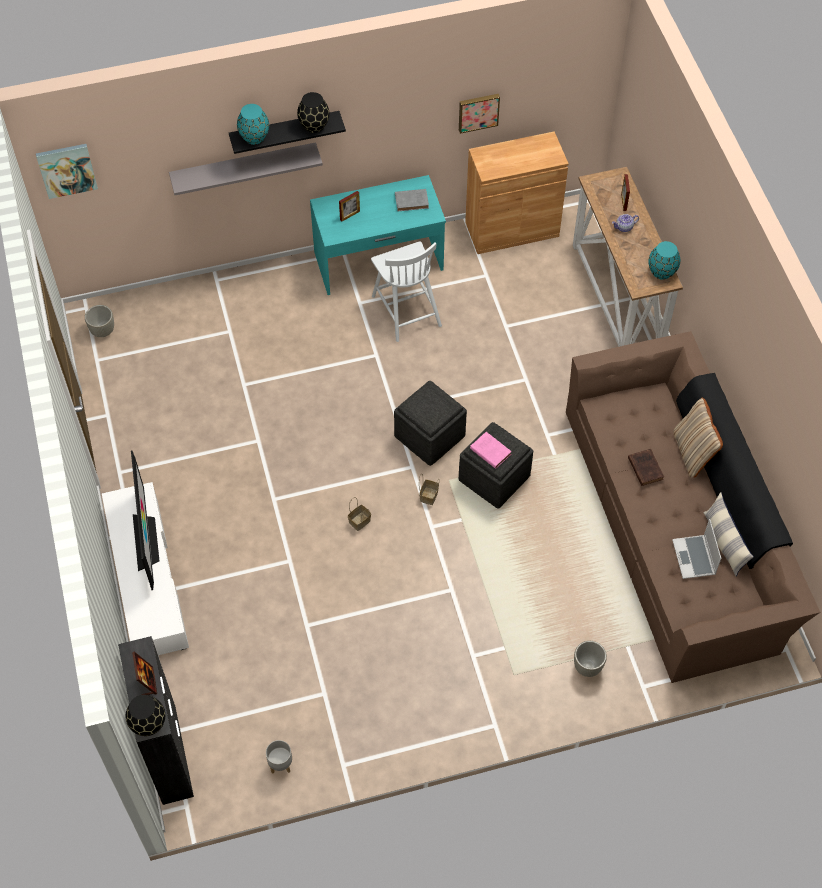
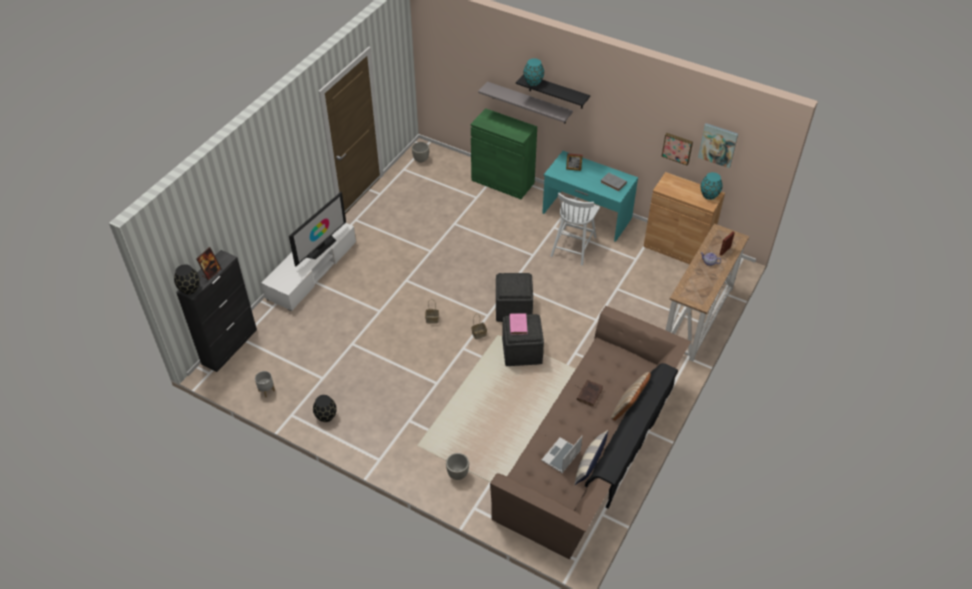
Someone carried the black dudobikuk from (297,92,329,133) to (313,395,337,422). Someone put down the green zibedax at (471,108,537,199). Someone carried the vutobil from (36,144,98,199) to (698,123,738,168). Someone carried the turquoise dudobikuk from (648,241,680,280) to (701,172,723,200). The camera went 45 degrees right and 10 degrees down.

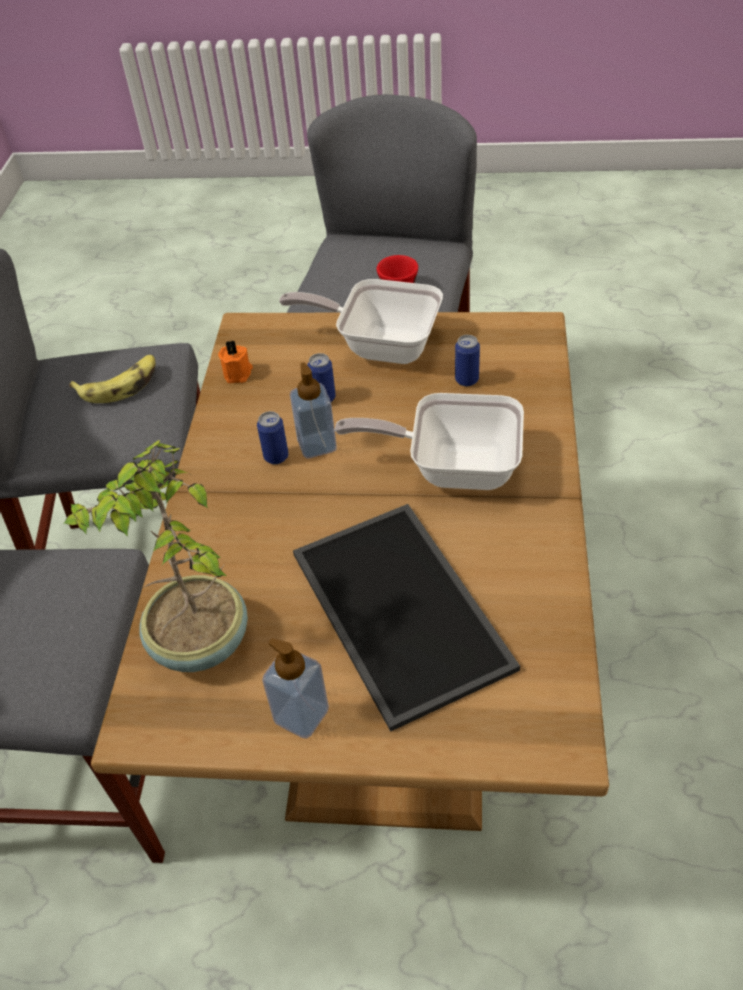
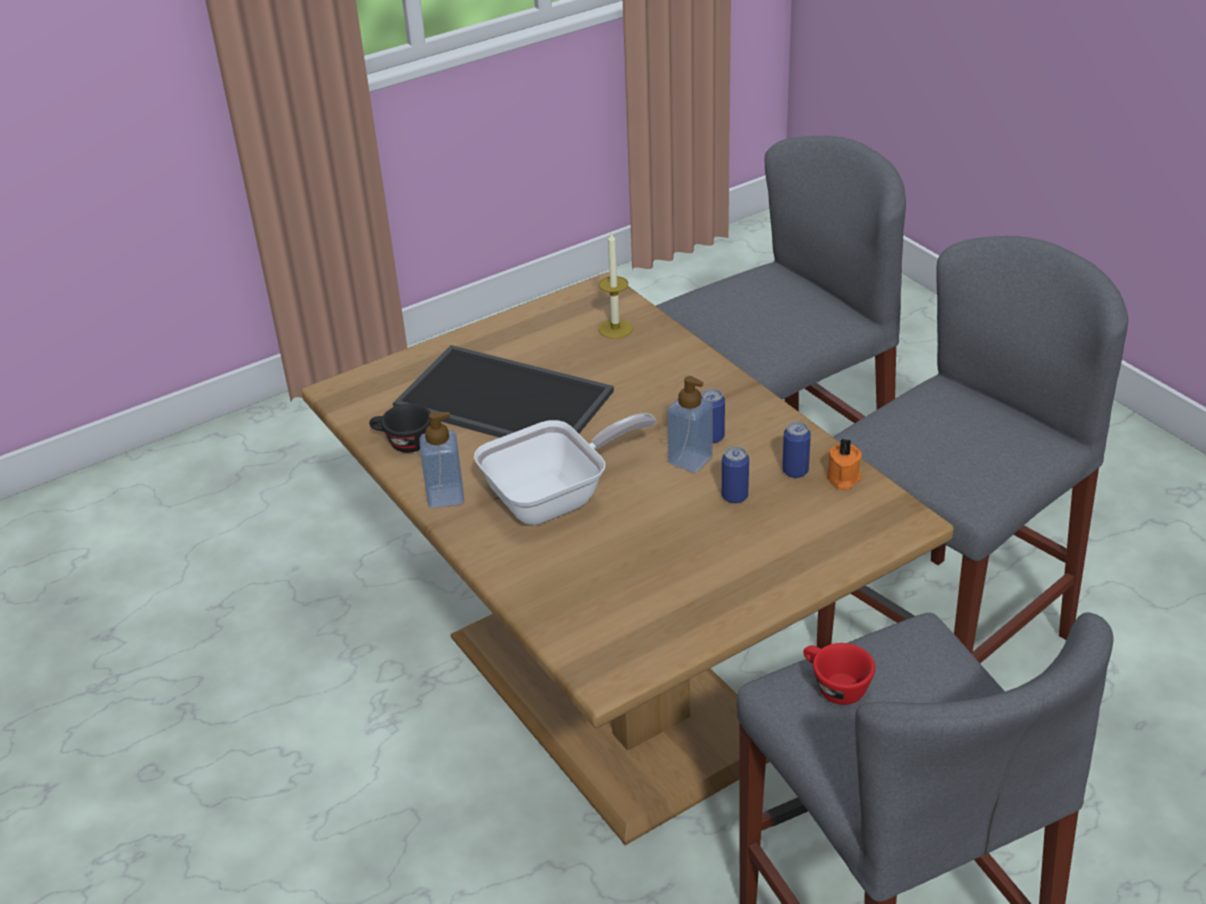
Someone put down the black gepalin at (369,404,431,453). Someone carried the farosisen from (262,638,329,738) to (419,412,464,508). Someone swapped the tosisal at (63,440,248,672) for the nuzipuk at (599,231,633,339). Someone carried the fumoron from (455,335,480,386) to (782,421,811,478). Someone took away the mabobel at (70,355,155,403). Someone took away the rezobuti at (279,279,443,364). The camera went 140 degrees right and 10 degrees down.

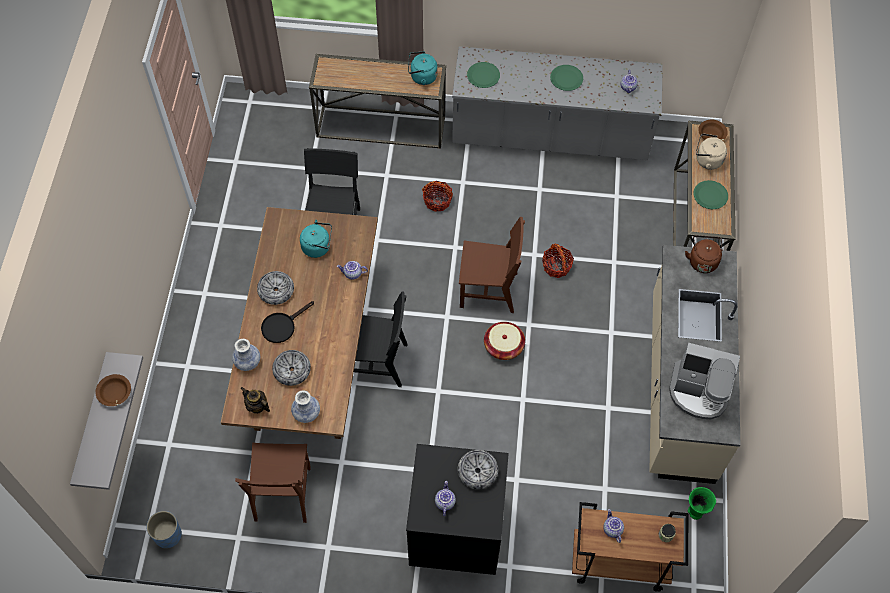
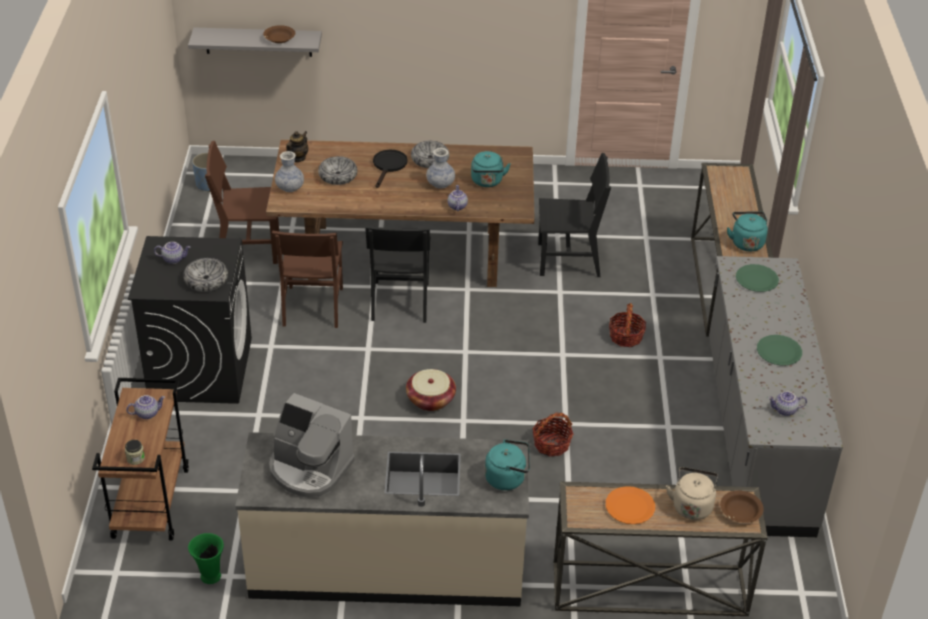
Someone rotated the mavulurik at (669,343,740,419) by 75 degrees counterclockwise. Someone carried the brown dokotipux from (459,217,525,313) to (272,230,343,328). Someone rotated the black rezobuti at (261,301,314,343) by 60 degrees clockwise. Someone carried the dudobikuk from (232,339,260,371) to (426,148,455,189). Someone repainted the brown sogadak at (685,235,722,273), which became the turquoise sogadak at (485,440,530,490). Someone repainted the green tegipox at (693,180,728,209), which became the orange tegipox at (606,486,655,524). The camera went 85 degrees right and 20 degrees down.

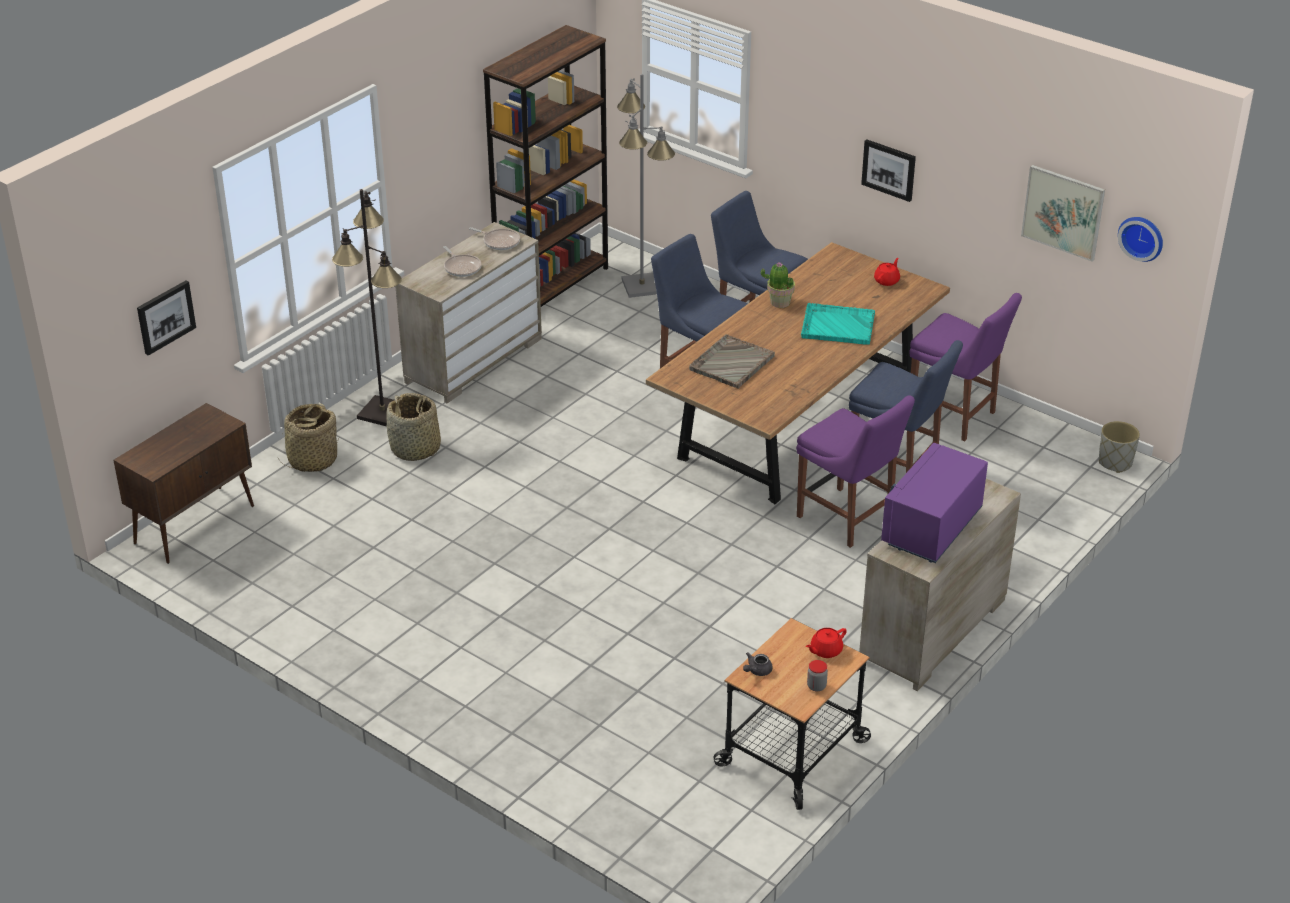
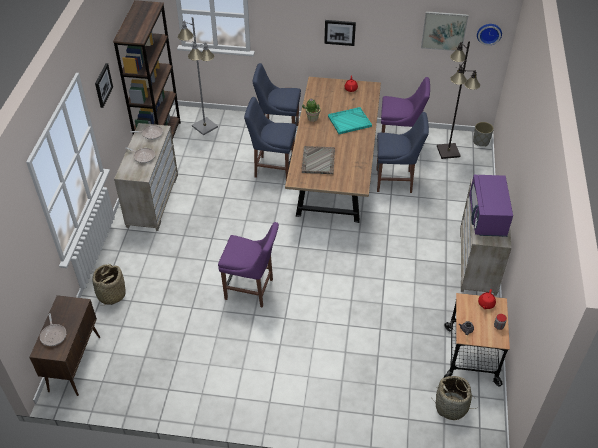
Someone put down the rezobuti at (40,313,66,346). Someone carried the vutobil from (137,281,196,356) to (95,63,113,108). Someone carried the purple dokotipux from (796,395,915,548) to (218,222,279,308). Someone carried the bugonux from (386,393,441,461) to (431,376,477,420). Someone carried the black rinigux from (332,189,402,426) to (437,41,480,159). The camera went 30 degrees left and 10 degrees up.

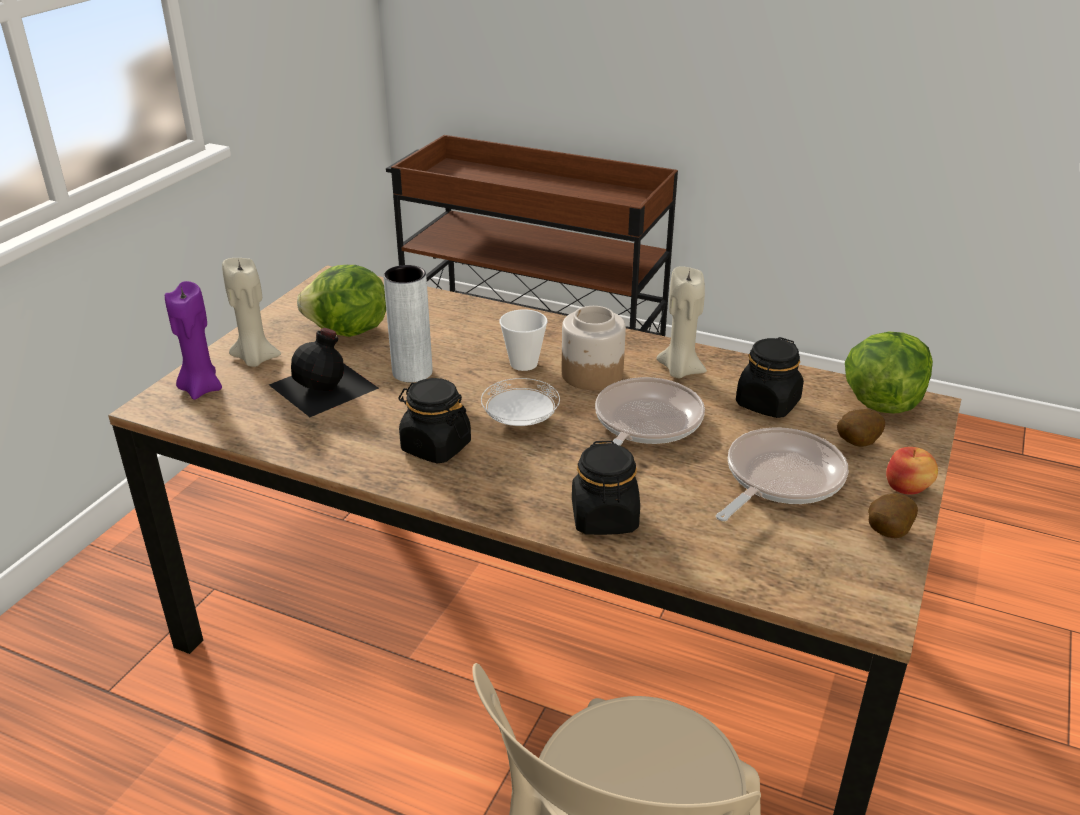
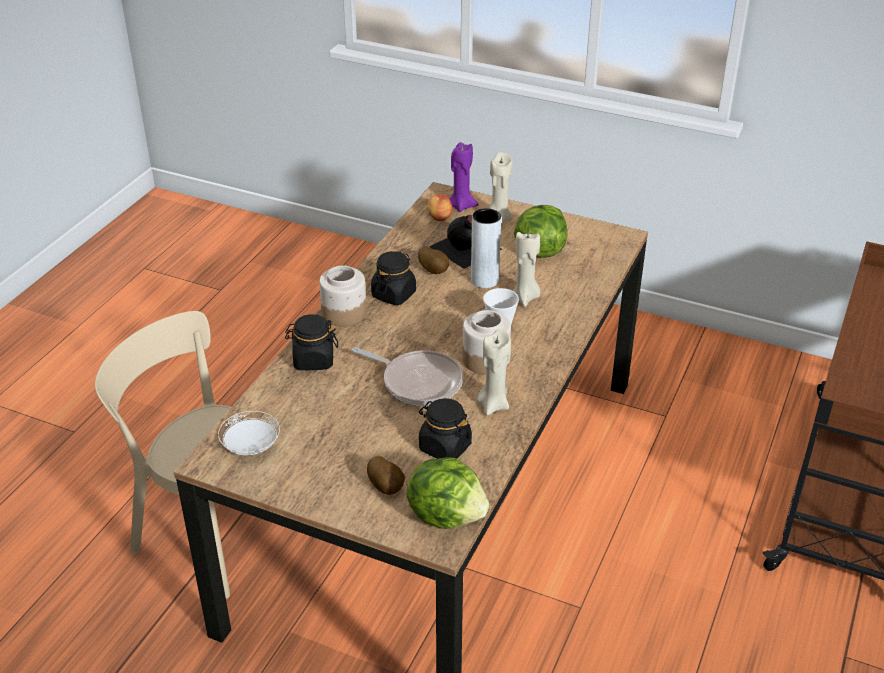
Someone carried the white tegipox from (481,378,560,426) to (218,411,280,455). Someone put down the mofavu at (319,265,367,327). Someone carried the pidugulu from (868,493,918,538) to (418,246,449,274). Someone carried the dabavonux from (886,447,938,495) to (428,194,453,221). Someone put down the beige nuzipuk at (513,232,540,307). Someone took away the rezobuti at (716,427,848,521). The camera went 90 degrees right and 5 degrees up.

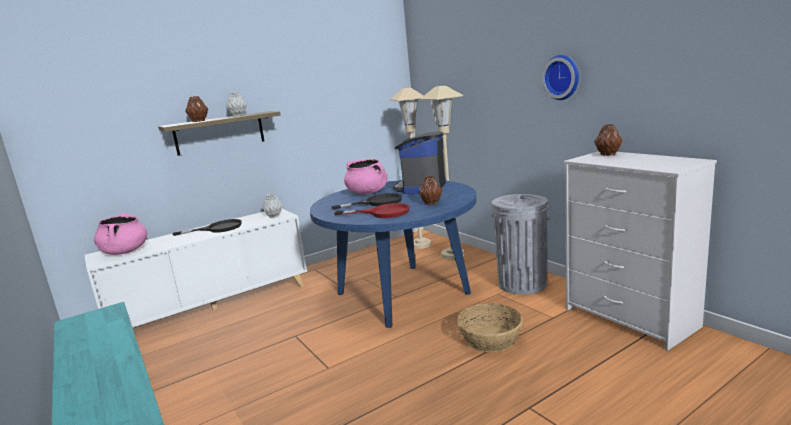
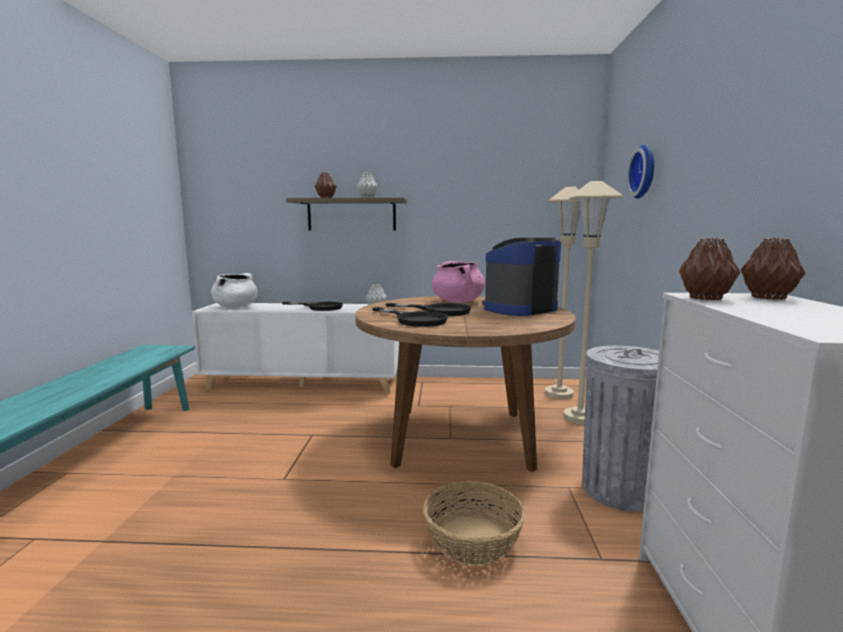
Someone repainted the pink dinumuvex at (94,213,147,255), which became the white dinumuvex at (211,273,258,308). Someone repainted the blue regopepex at (310,180,477,328), which became the brown regopepex at (355,296,576,472). Someone repainted the red rezobuti at (334,203,410,218), which became the black rezobuti at (372,307,448,327). Someone carried the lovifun from (542,55,579,100) to (627,145,654,199). Someone carried the brown dudobikuk from (419,176,442,205) to (679,238,740,300). The camera went 35 degrees right and 5 degrees down.

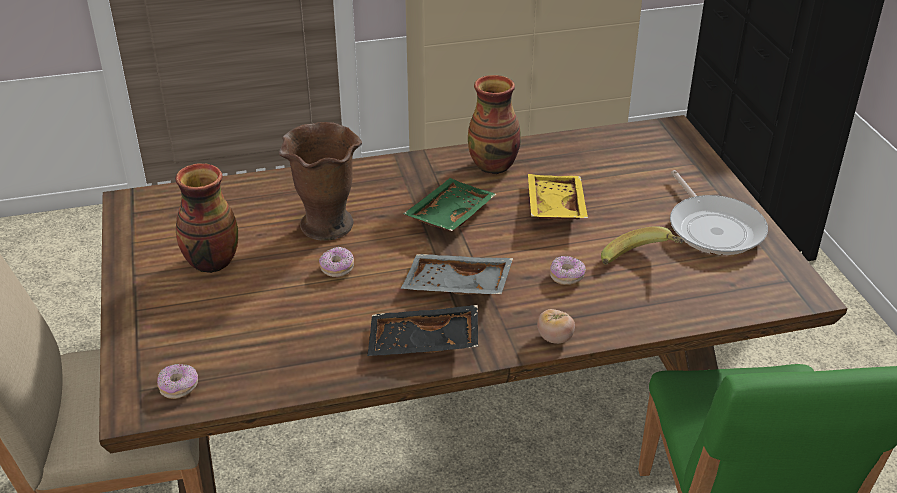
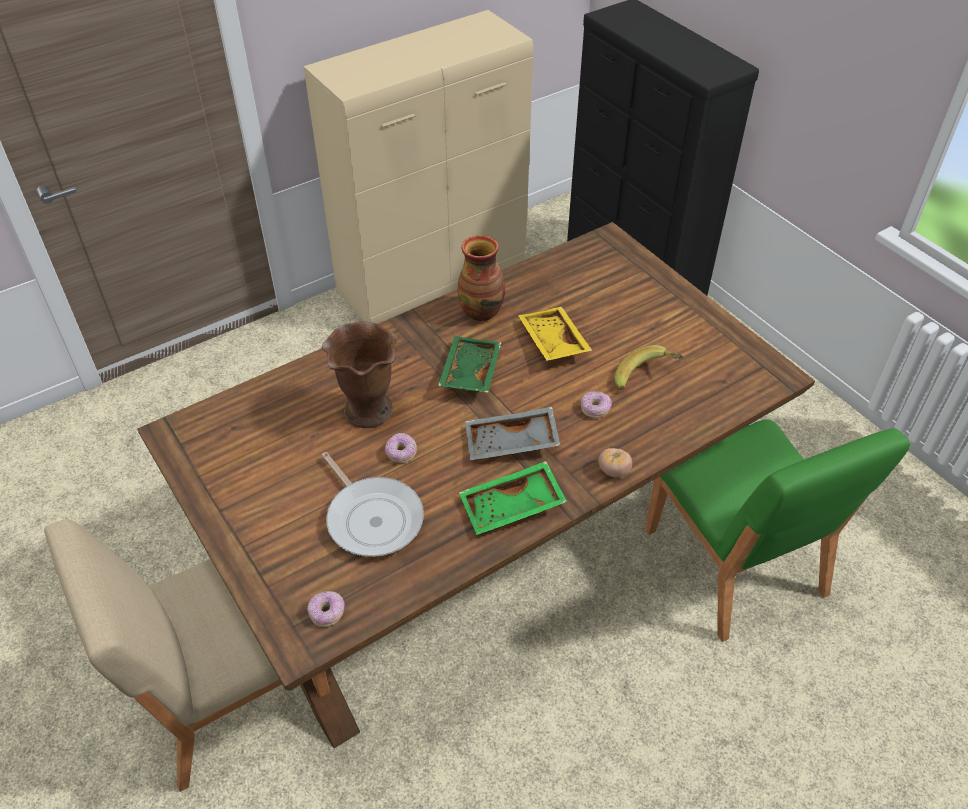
Someone carried the rezobuti from (670,170,768,255) to (322,452,424,557). Someone repainted the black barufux at (367,305,478,356), which became the green barufux at (459,461,567,535). Someone took away the dudobikuk at (175,163,238,273). The camera went 20 degrees left and 10 degrees up.

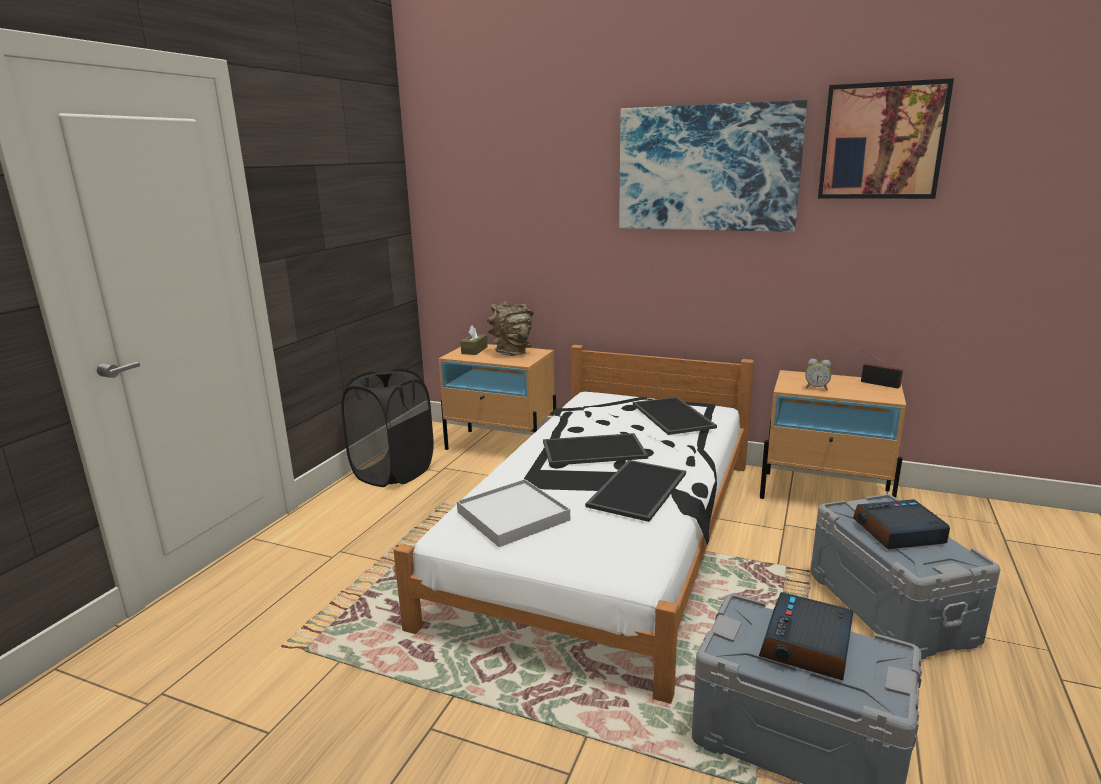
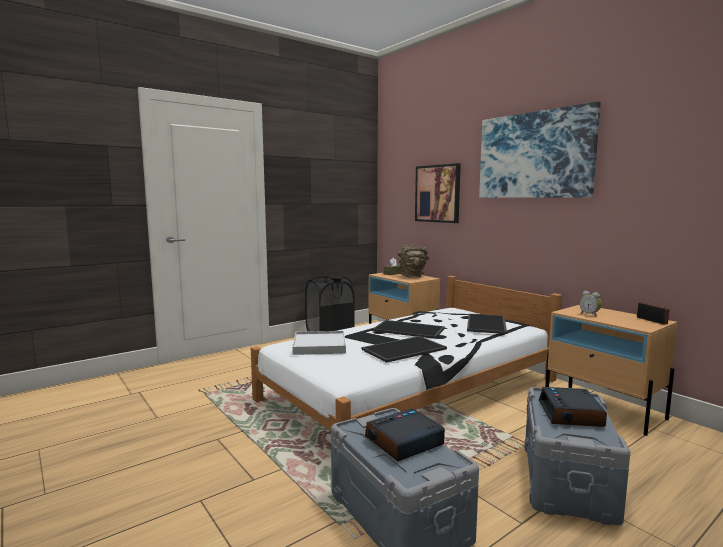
Someone carried the vutobil from (818,78,954,199) to (415,163,461,223). Someone rotated the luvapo at (853,499,950,549) by 105 degrees counterclockwise. The camera went 30 degrees right and 10 degrees down.

